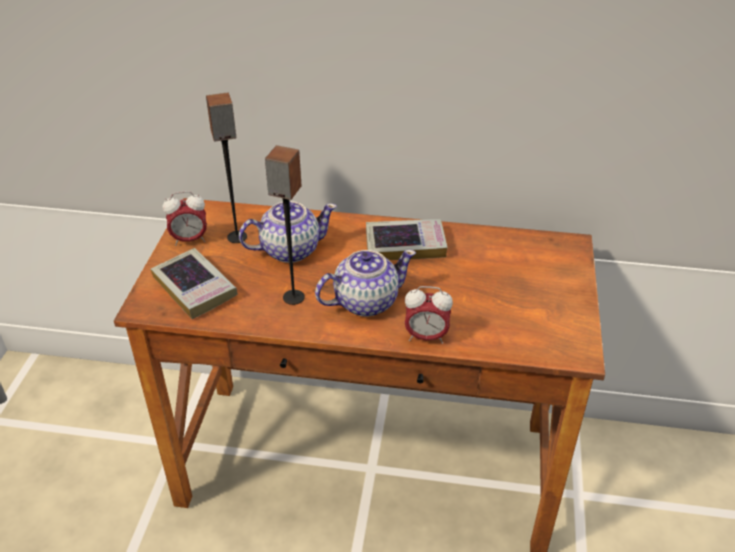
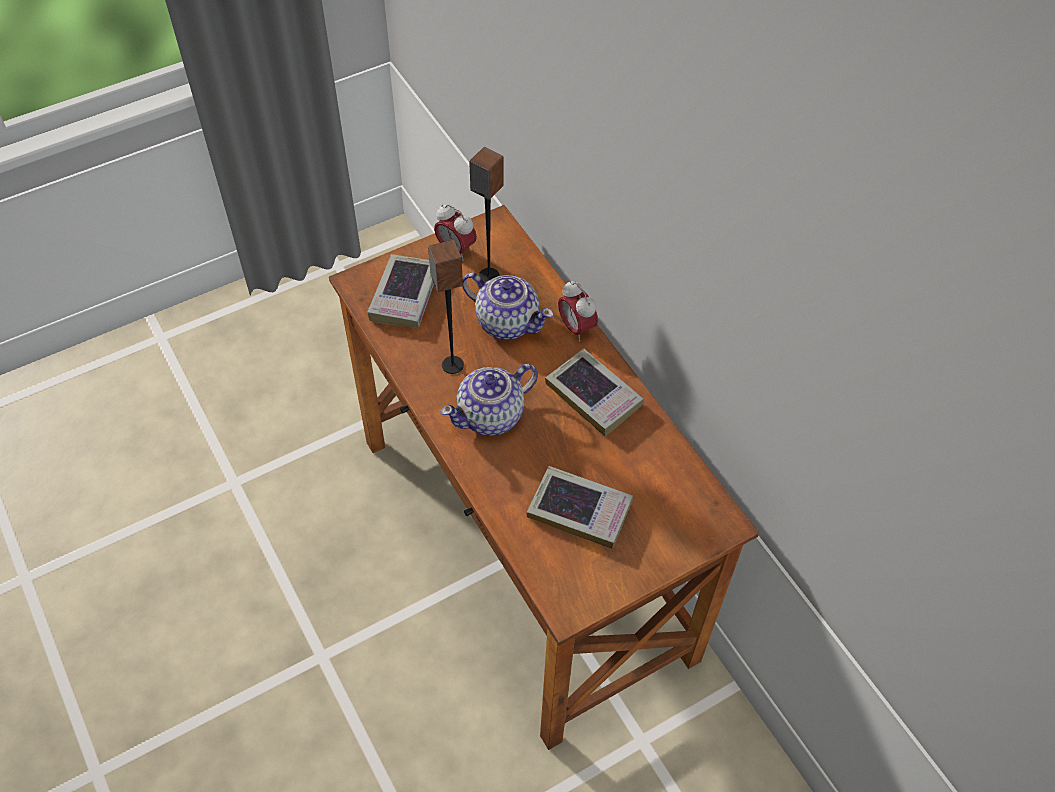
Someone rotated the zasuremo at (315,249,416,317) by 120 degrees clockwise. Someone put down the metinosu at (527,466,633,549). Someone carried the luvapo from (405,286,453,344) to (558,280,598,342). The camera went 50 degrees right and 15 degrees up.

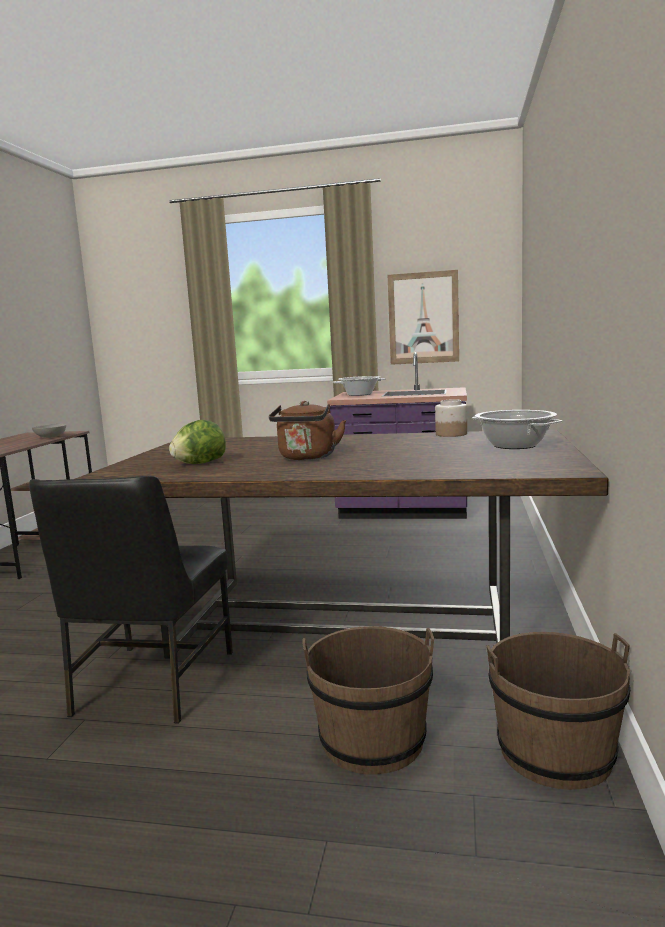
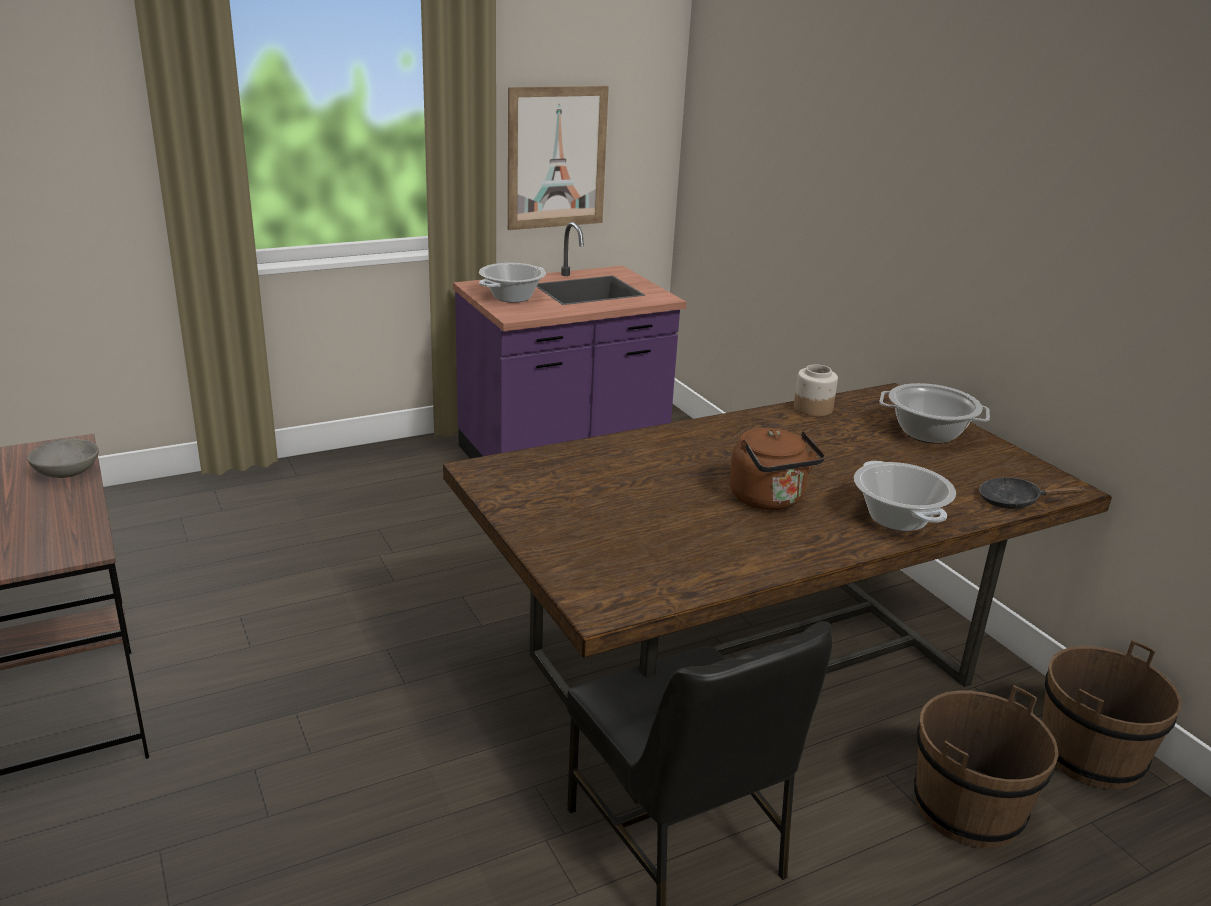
Someone put down the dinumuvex at (854,461,956,531). Someone put down the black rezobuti at (979,477,1087,509). Someone took away the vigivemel at (169,420,226,464). The camera went 40 degrees left and 15 degrees up.

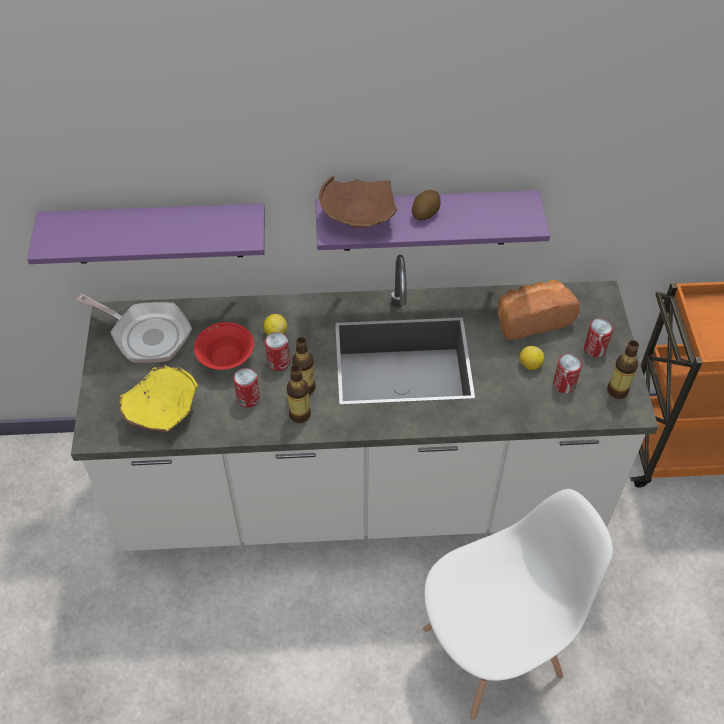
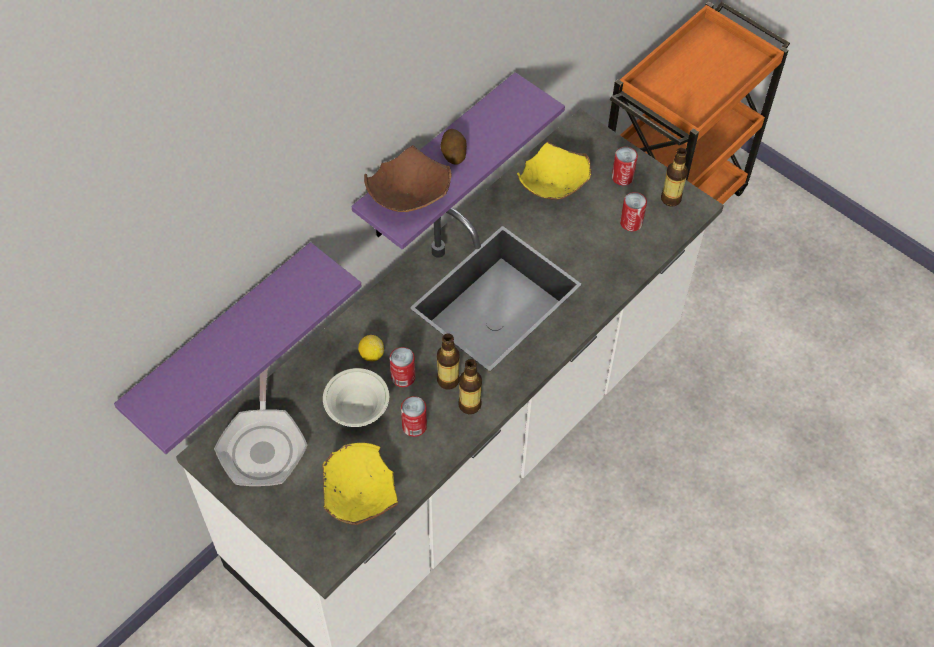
Someone rotated the rezobuti at (74,293,192,363) by 105 degrees clockwise. Someone repainted the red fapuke at (194,322,254,370), which became the white fapuke at (323,368,389,427). Someone swapped the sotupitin at (497,280,580,340) for the yellow fapuke at (517,141,592,200). Someone took away the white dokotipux at (423,489,613,721). Someone took away the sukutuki at (519,346,544,370). The camera went 45 degrees left and 5 degrees up.

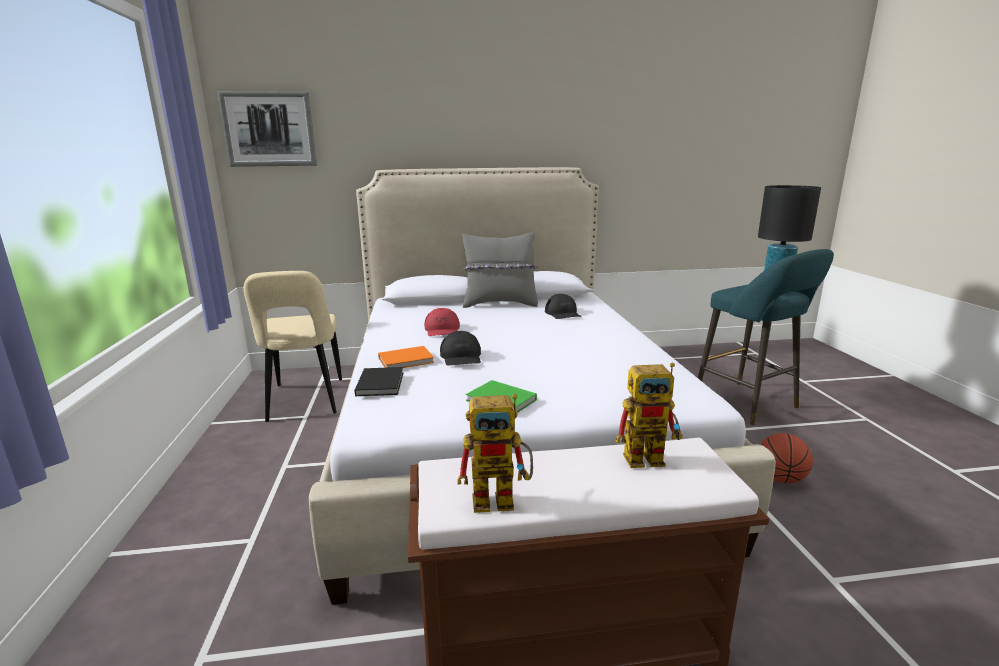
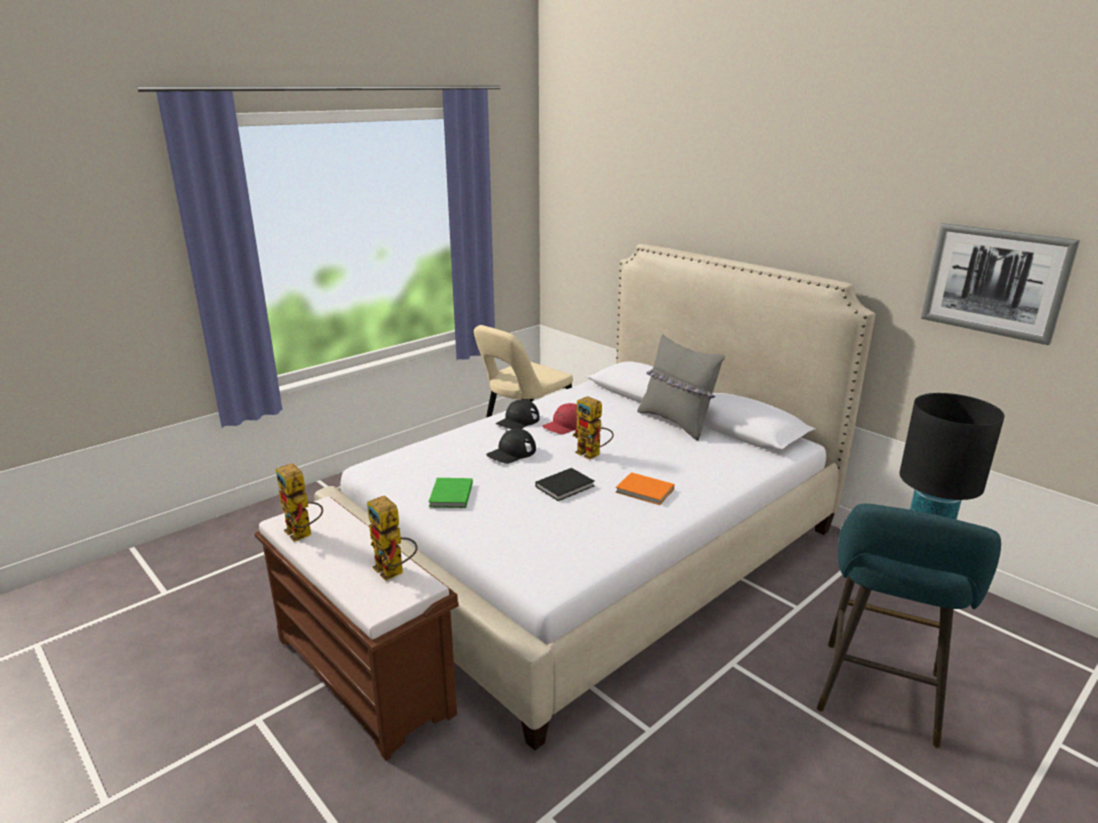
Someone carried the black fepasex from (545,294,582,319) to (496,399,539,429). Someone carried the black metinosu from (355,367,403,396) to (535,468,594,501). Someone put down the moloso at (573,396,614,460). Someone carried the orange metinosu from (378,346,434,368) to (616,472,674,505). Someone carried the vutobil from (217,91,317,167) to (921,223,1080,345). Someone took away the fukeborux at (760,433,813,484). The camera went 55 degrees right and 5 degrees up.

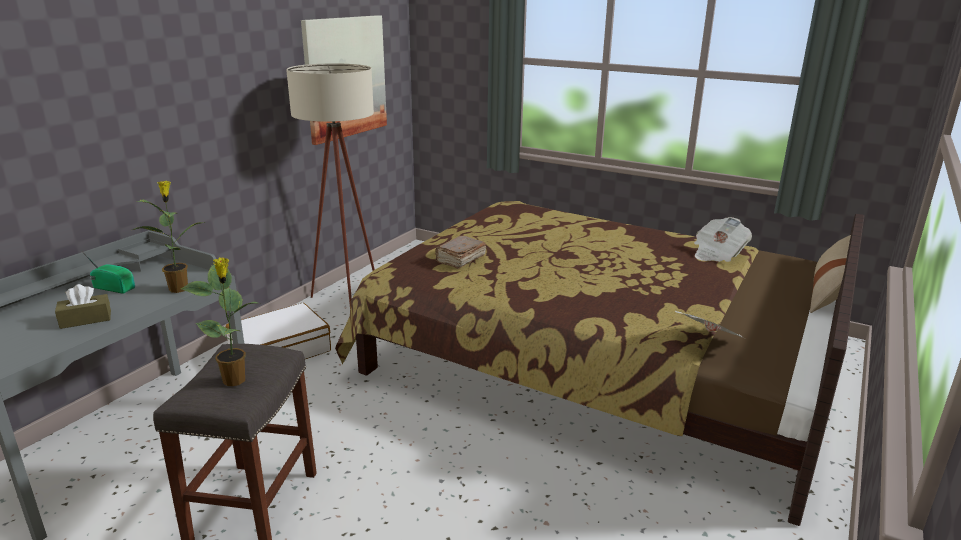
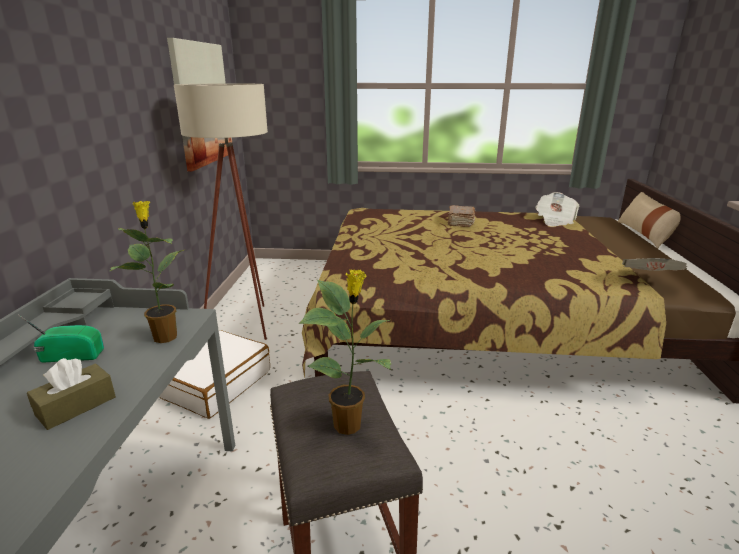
Someone carried the brown metinosu from (435,236,486,269) to (448,205,475,227). The camera went 25 degrees left and 0 degrees up.

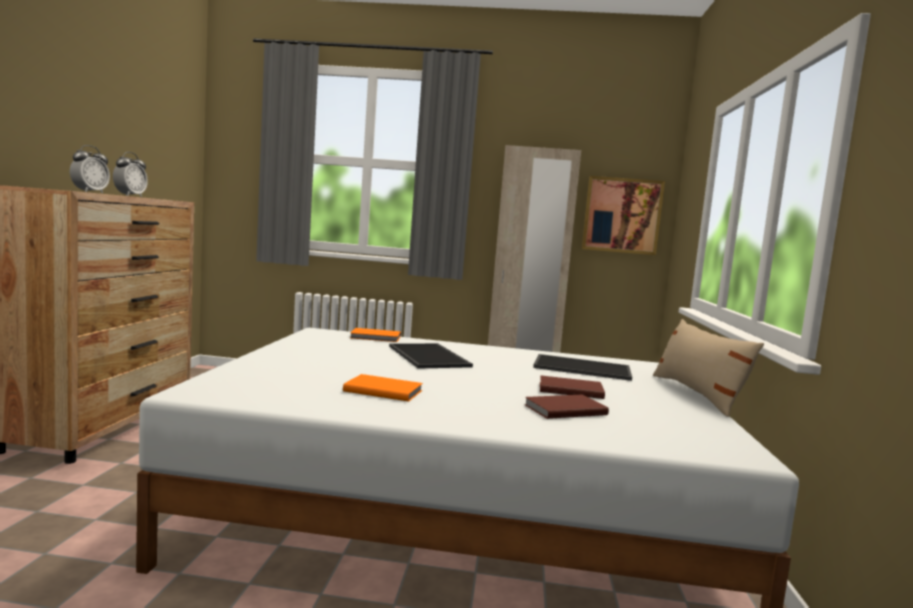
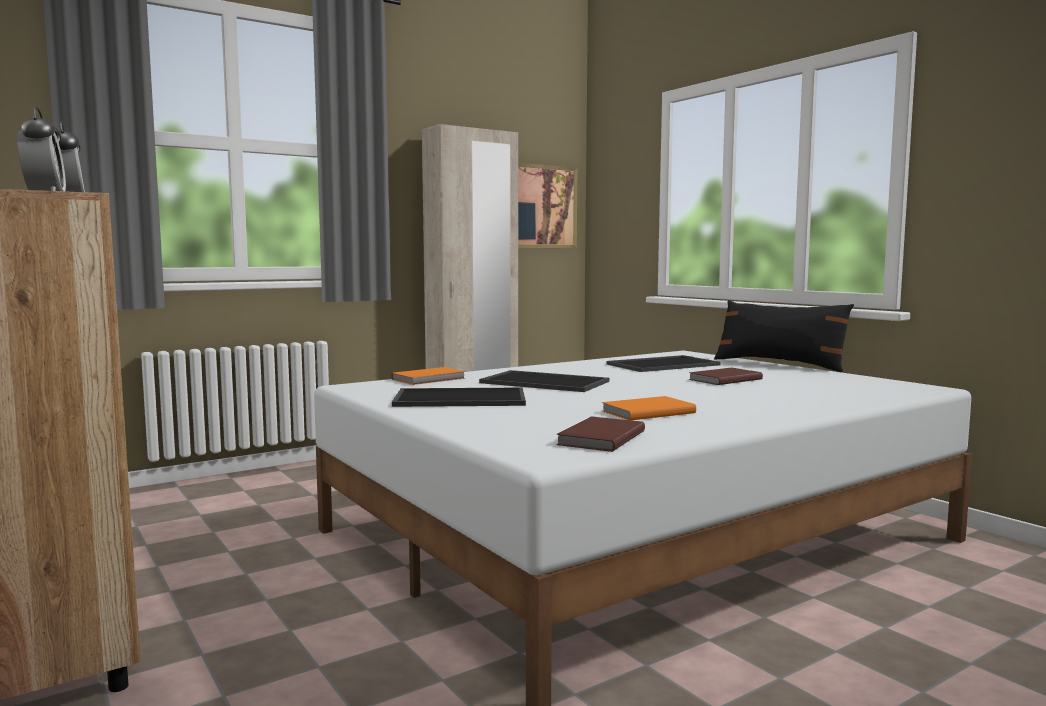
Someone put down the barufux at (392,388,526,407). Someone carried the brown metinosu from (524,395,609,419) to (556,416,645,452). Someone repainted the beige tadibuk at (653,319,764,417), which became the black tadibuk at (714,300,854,372). The camera went 40 degrees left and 0 degrees up.

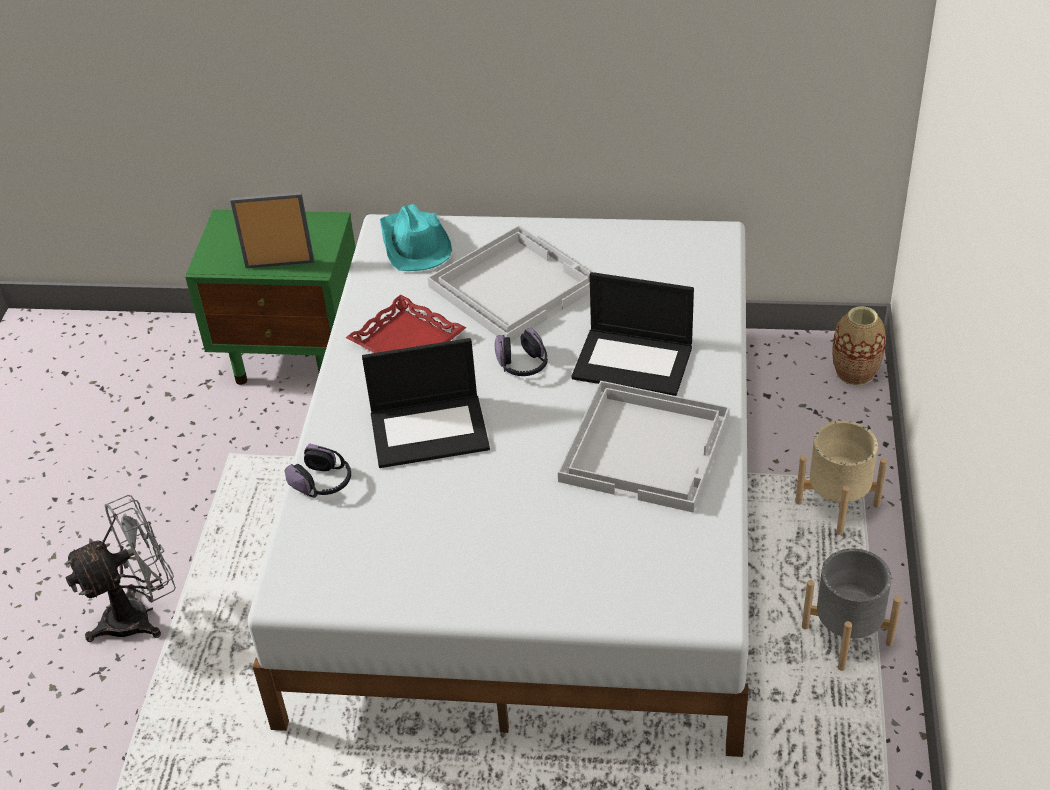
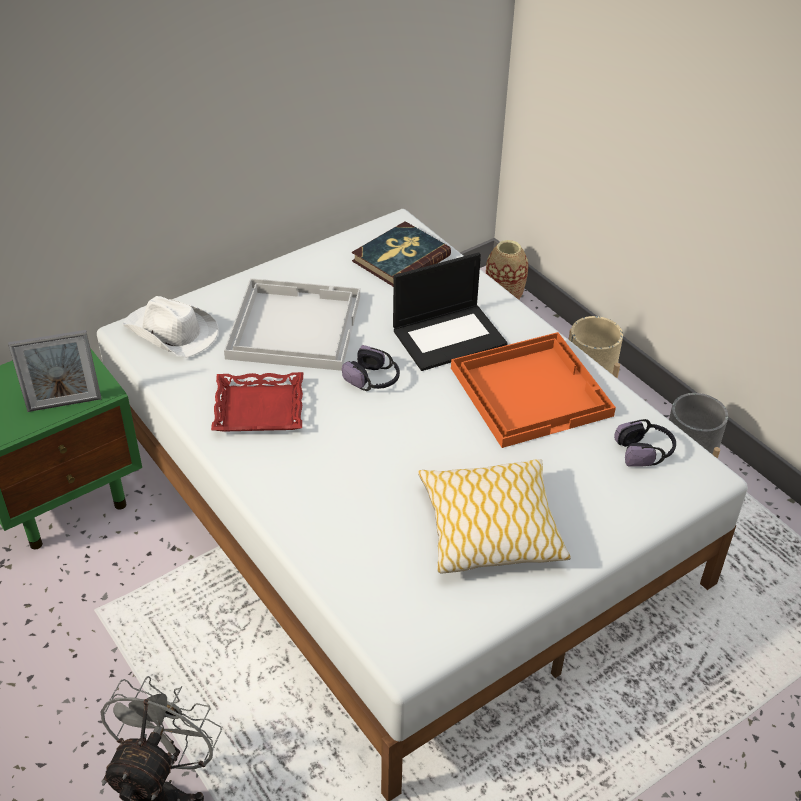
Someone rotated the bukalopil at (230,192,314,268) by 150 degrees counterclockwise. Someone repainted the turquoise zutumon at (380,204,452,271), which became the white zutumon at (123,296,219,358). Someone put down the metinosu at (352,221,451,286). Someone put down the tadibuk at (418,459,571,573). Someone repainted the white barufux at (558,381,729,513), which became the orange barufux at (451,332,616,448). Someone carried the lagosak from (285,444,351,498) to (614,419,676,467). Someone took away the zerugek at (362,338,490,468). The camera went 45 degrees left and 0 degrees up.

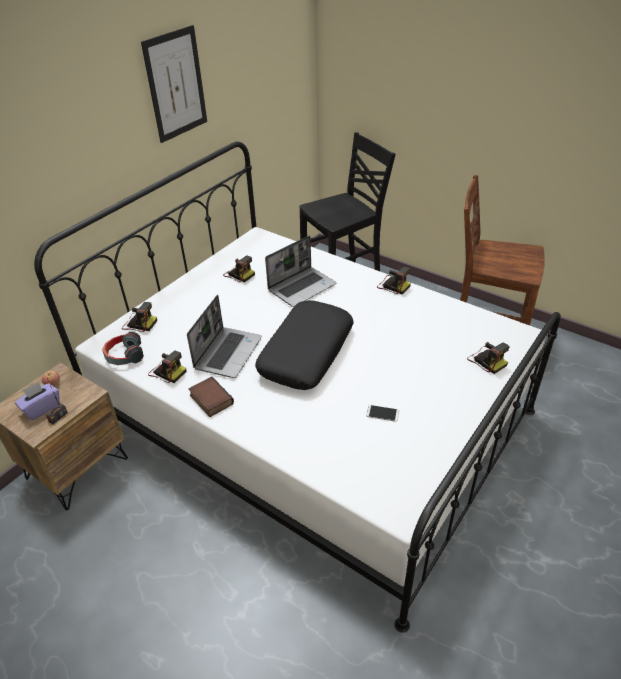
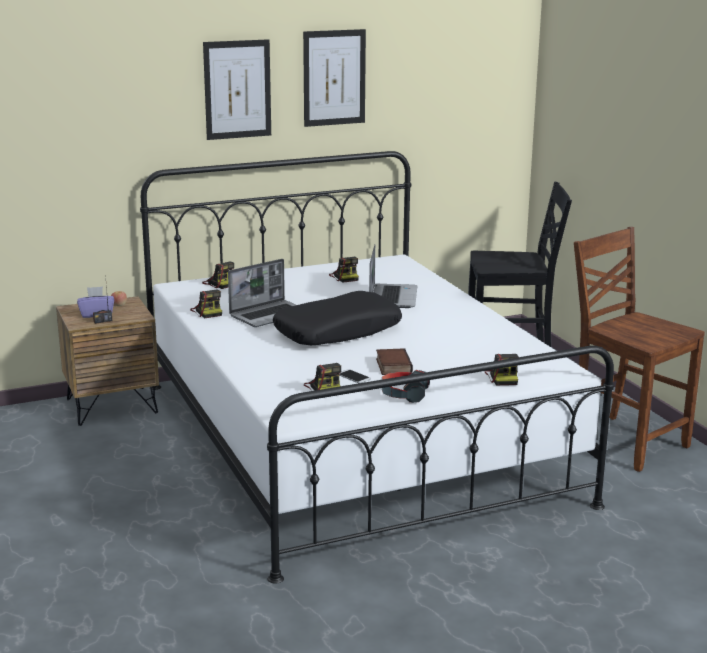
Someone put up the vutobil at (203,39,271,140). Someone carried the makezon from (377,267,411,294) to (304,363,341,391). Someone rotated the zerugek at (265,236,336,307) by 75 degrees counterclockwise. Someone carried the metinosu from (189,376,234,417) to (376,348,413,375). Someone carried the lagosak from (102,332,144,365) to (382,370,430,403). The camera went 30 degrees right and 20 degrees down.

